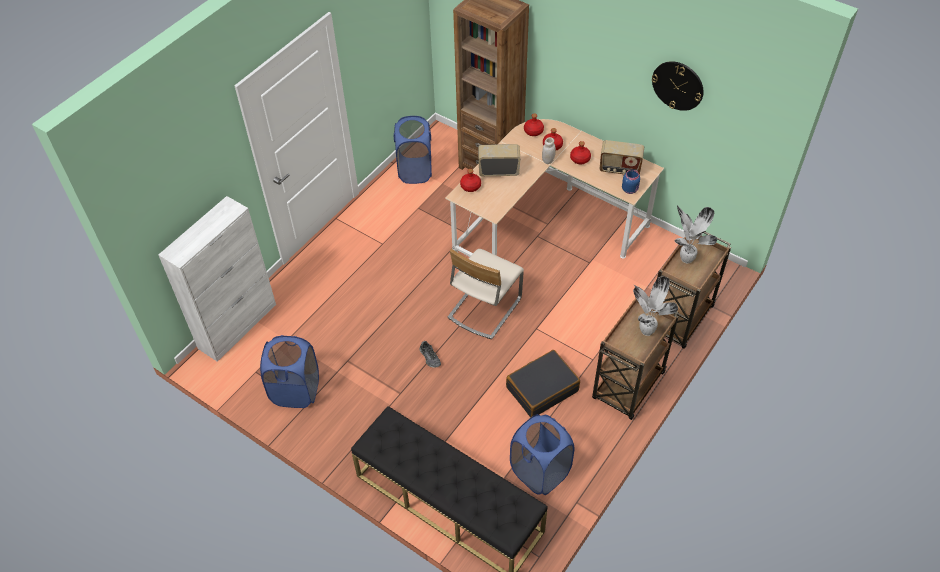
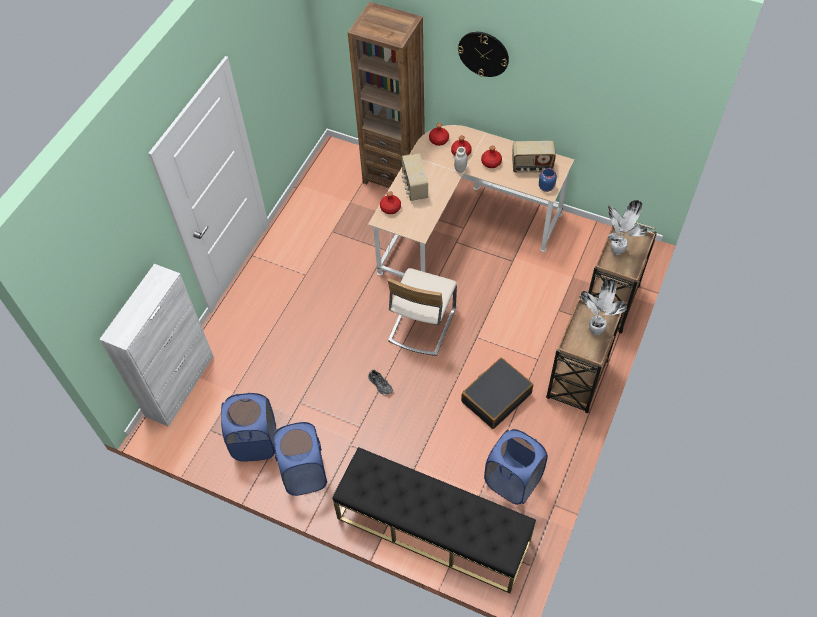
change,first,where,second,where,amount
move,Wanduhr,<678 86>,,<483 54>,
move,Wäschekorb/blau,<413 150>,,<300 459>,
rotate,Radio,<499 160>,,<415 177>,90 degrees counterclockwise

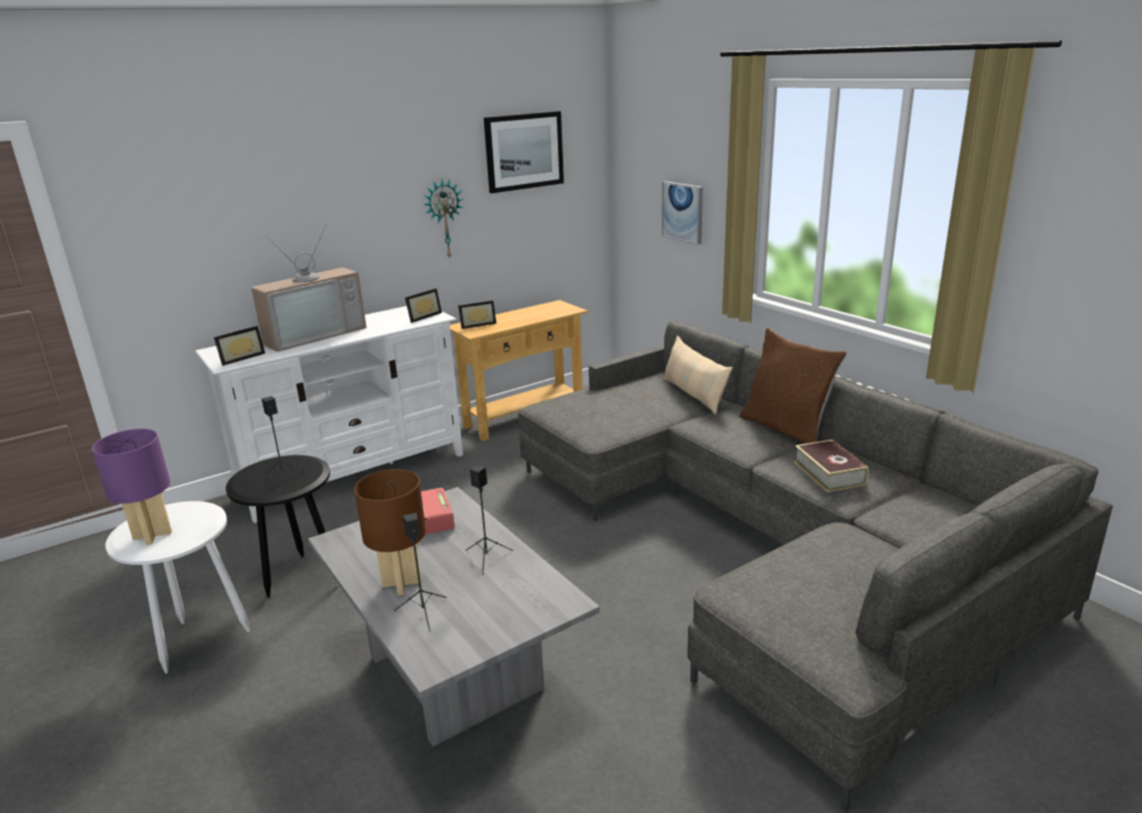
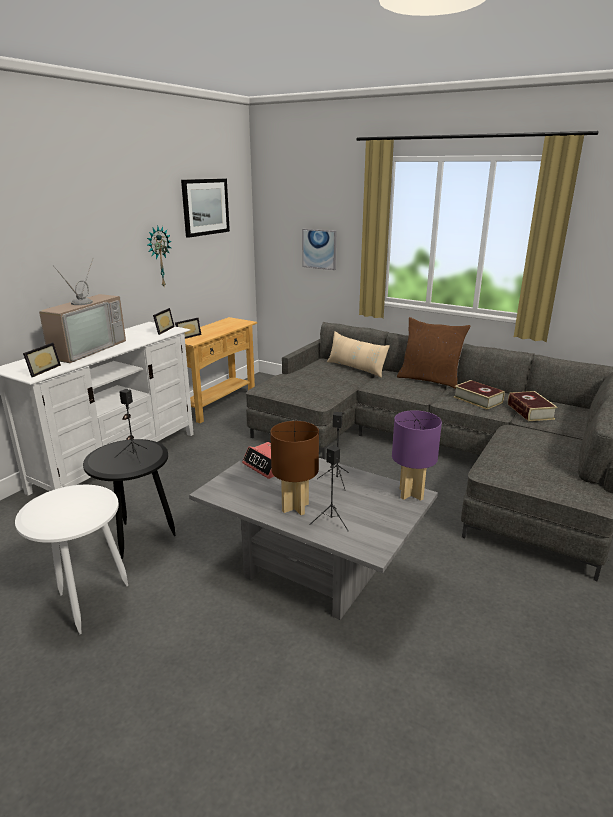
change,first,where,second,where,amount
move,Tischlampe/lila,<132 487>,,<417 455>,
insert,,,Buch,<533 406>,

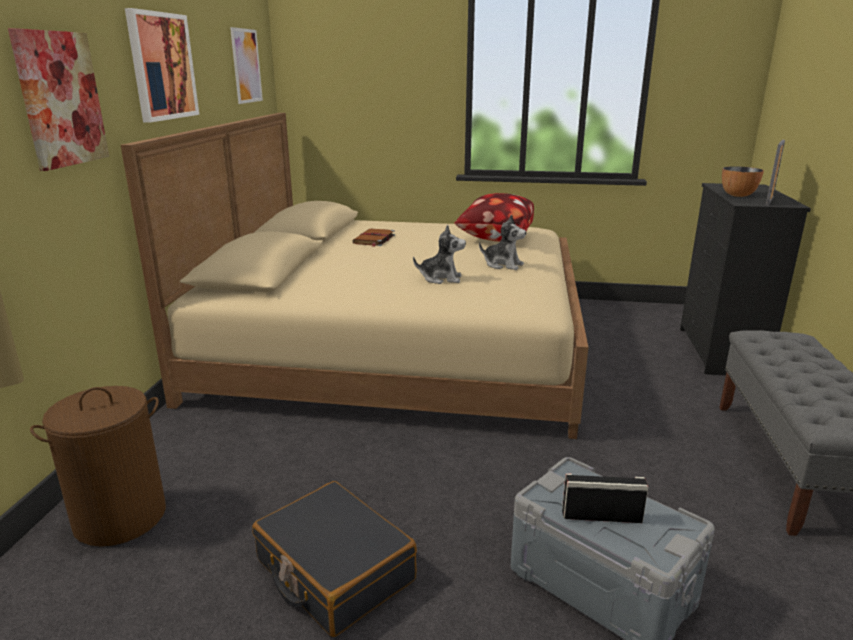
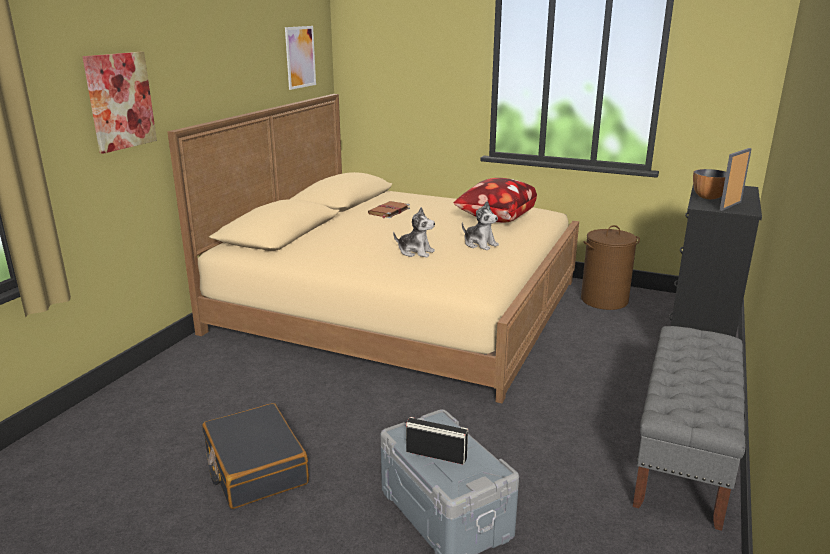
change,first,where,second,where,amount
delete,Bild,<162 65>,,,
move,Wäschekorb/braun,<98 466>,,<610 267>,

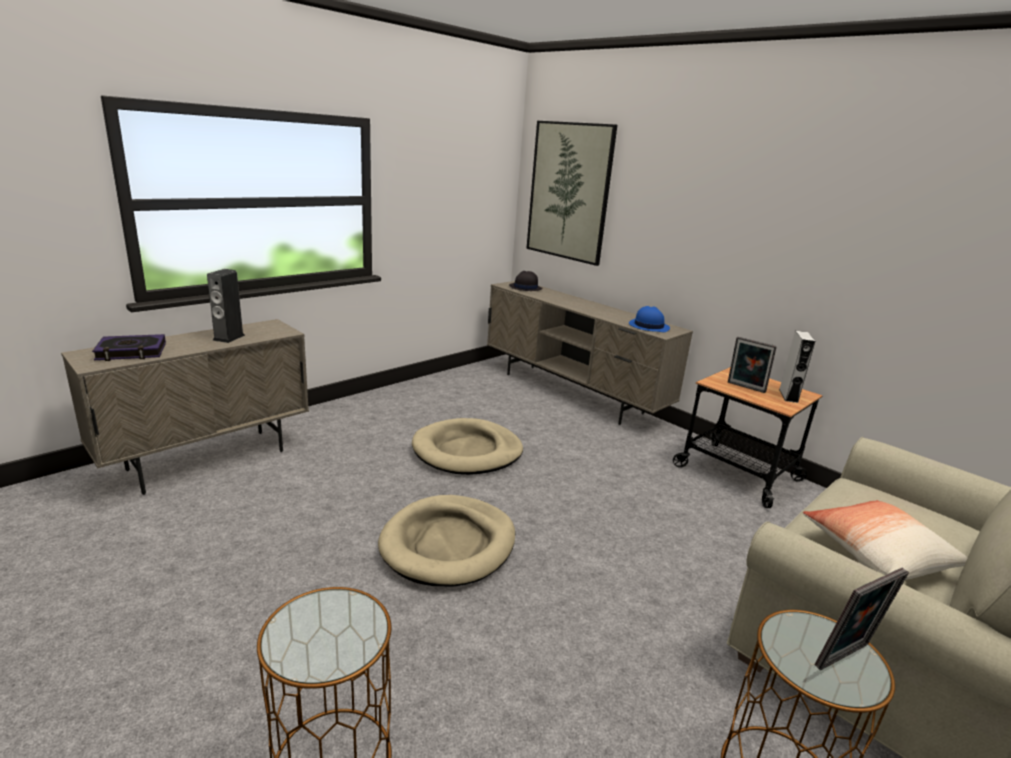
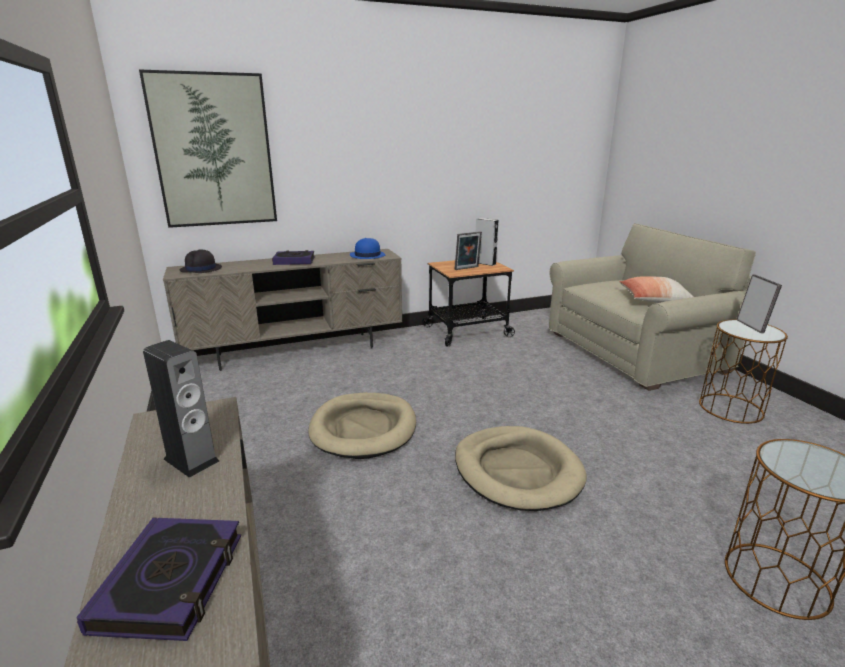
change,first,where,second,where,amount
insert,,,Buch,<293 257>,

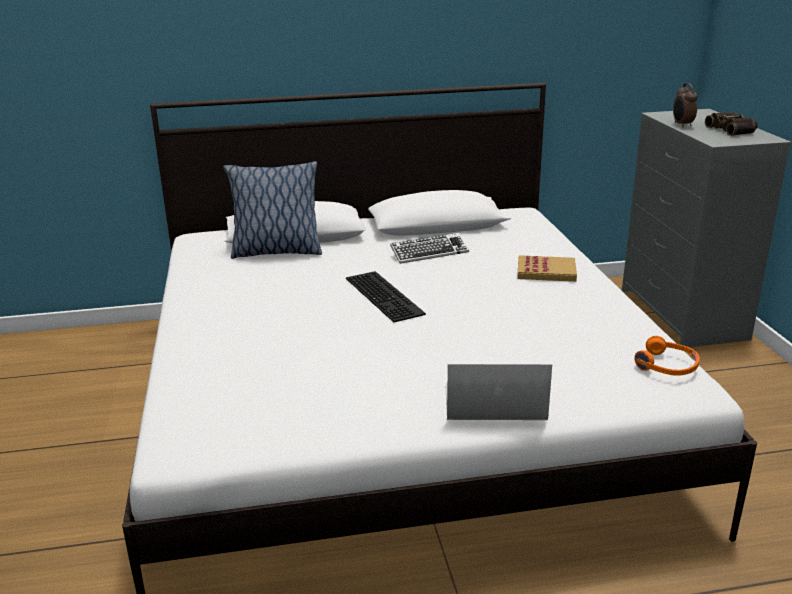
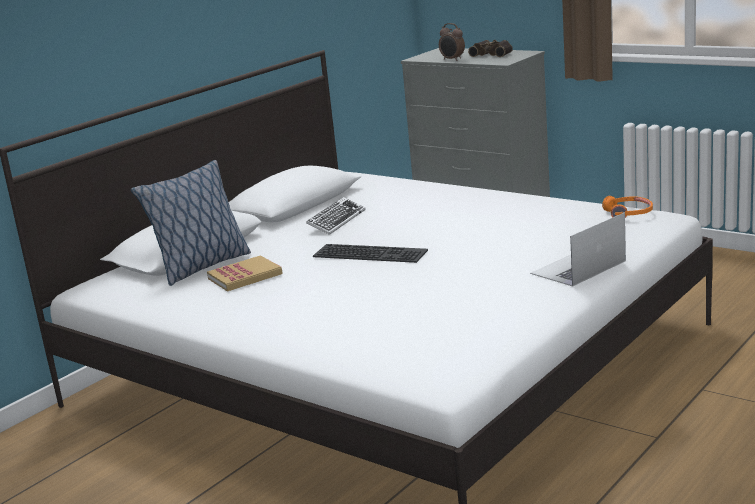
change,first,where,second,where,amount
move,Buch,<547 268>,,<244 273>,

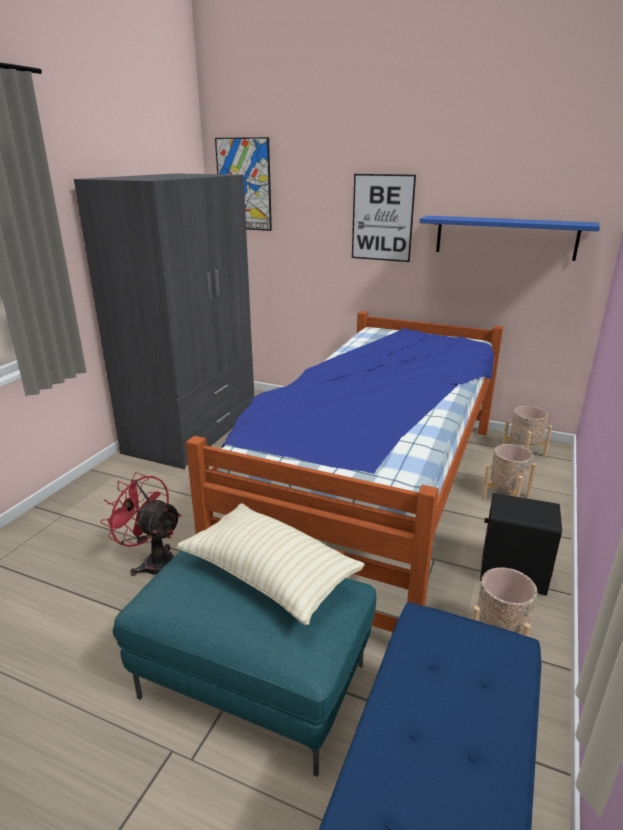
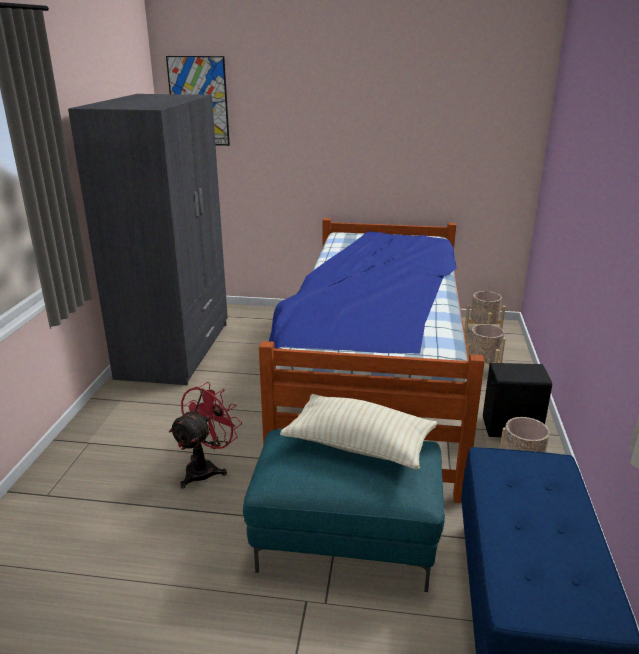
change,first,where,second,where,amount
delete,Bild,<384 218>,,,
delete,Wandregal/blau,<509 238>,,,
rotate,Ventilator/rot,<140 524>,,<205 435>,105 degrees clockwise

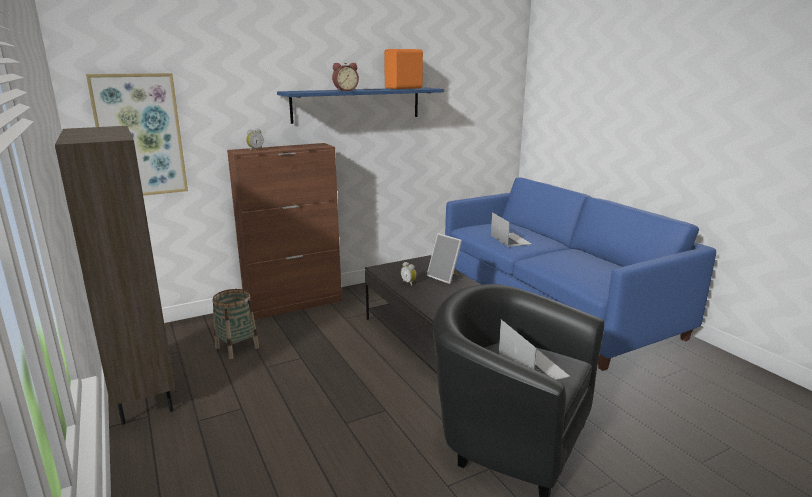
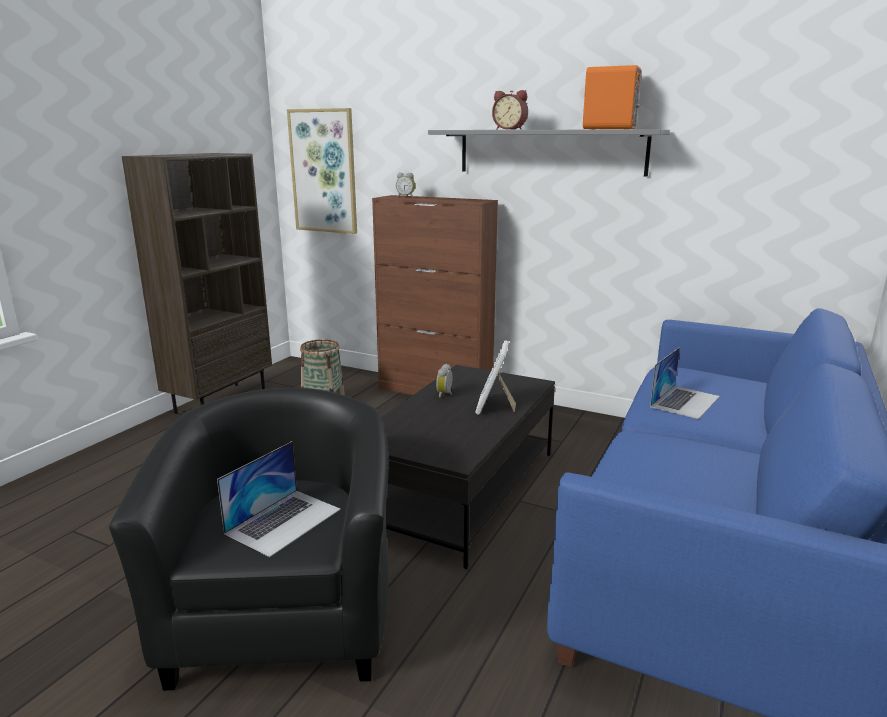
change,first,where,second,where,amount
recolor,Wandregal/blau,<360 105>,Wandregal/grau,<549 153>,

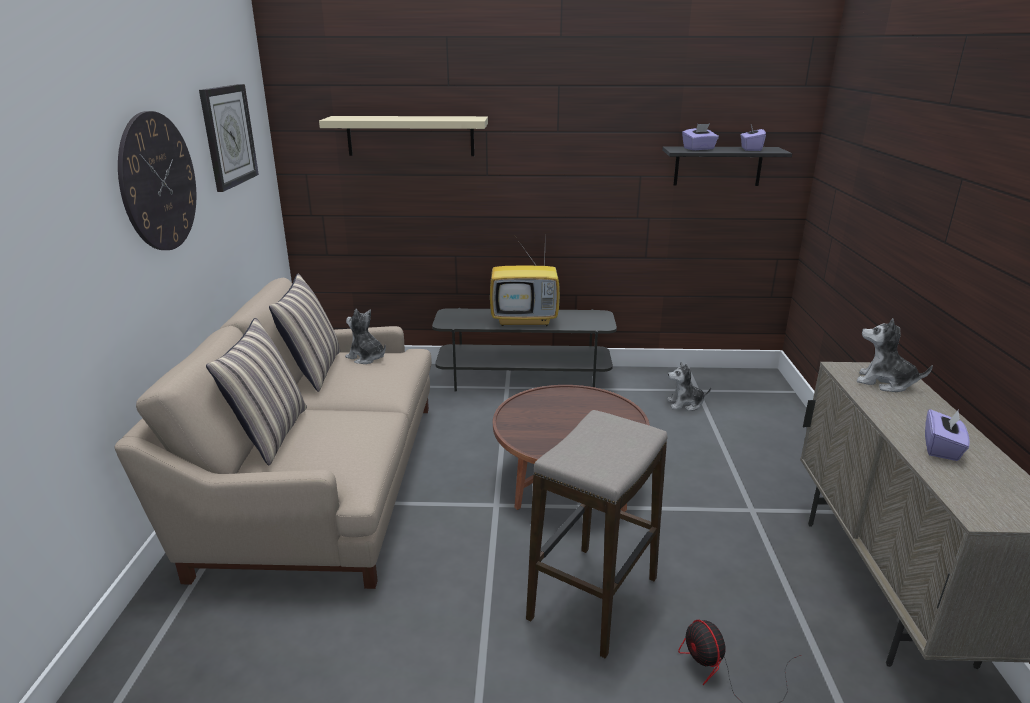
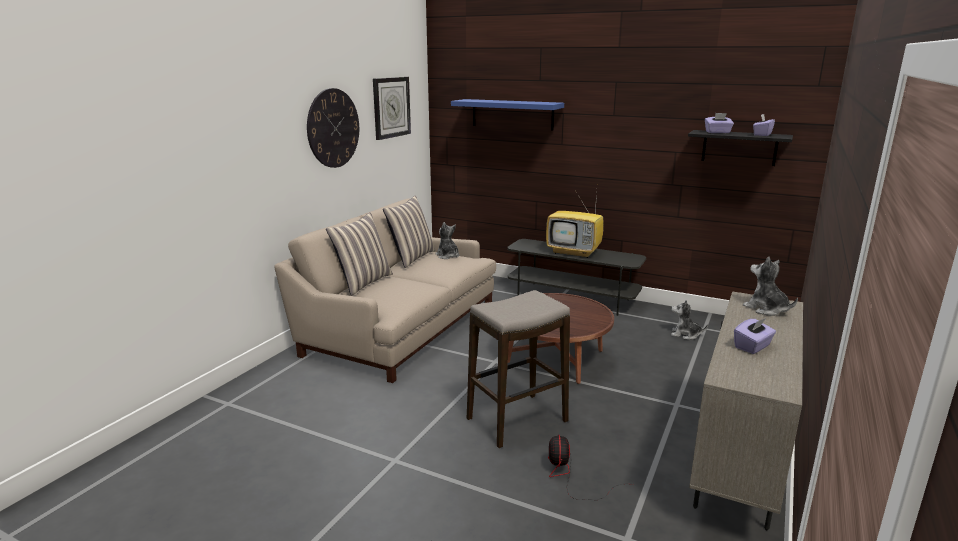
change,first,where,second,where,amount
recolor,Wandregal/beige,<403 136>,Wandregal/blau,<507 114>,

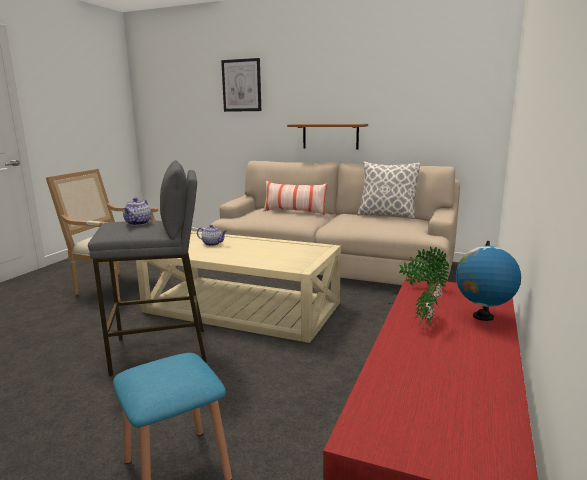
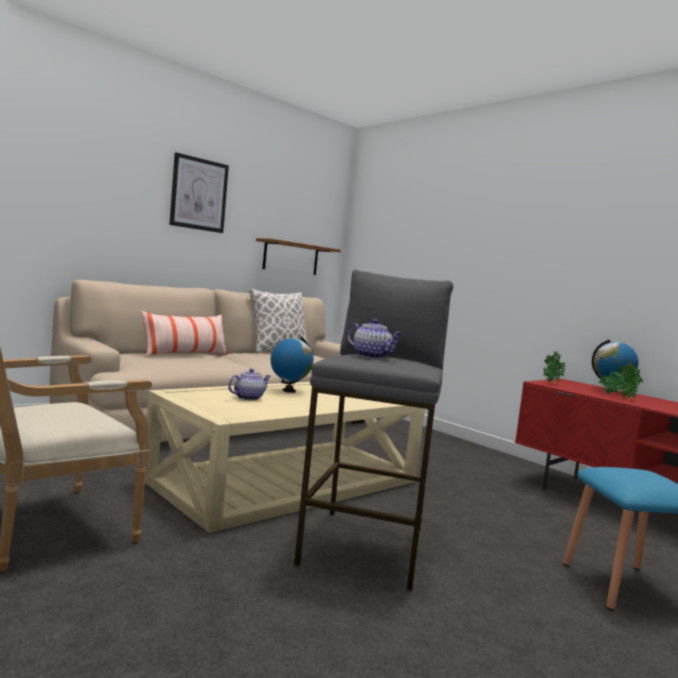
change,first,where,second,where,amount
move,Bild,<241 85>,,<199 192>,
move,Wandregal/braun,<327 136>,,<298 256>,
insert,,,Globus,<292 365>,

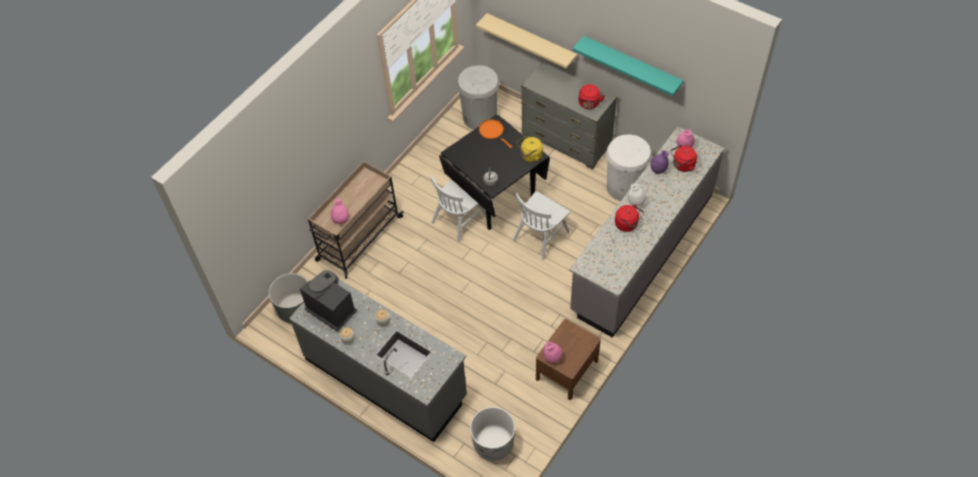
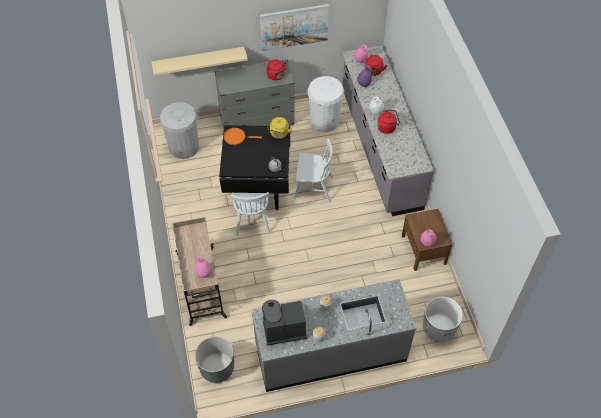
change,first,where,second,where,amount
replace,Wandregal/türkis,<628 66>,Bild,<294 27>,
rotate,Stuhl/weiß,<541 225>,,<313 170>,75 degrees counterclockwise

